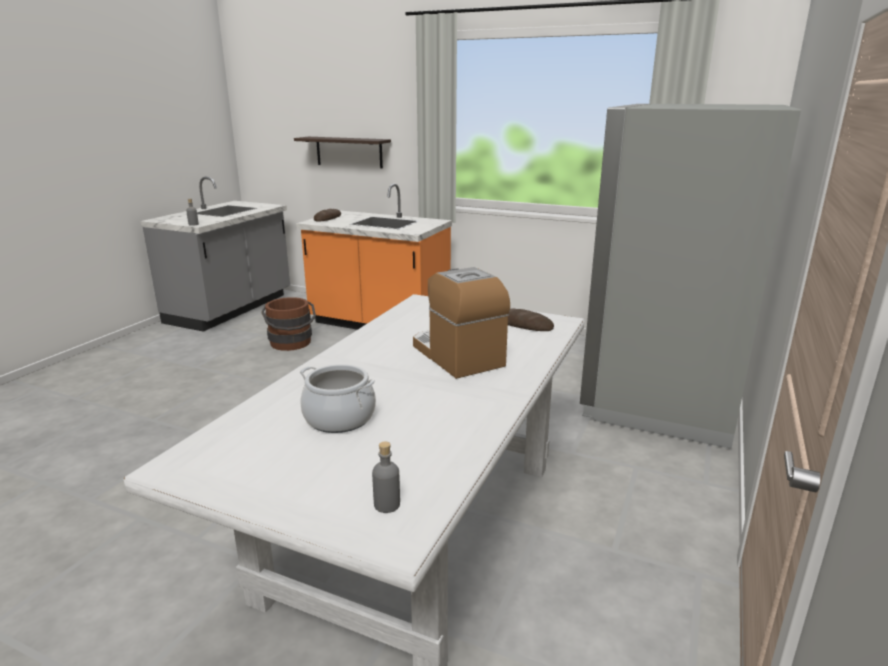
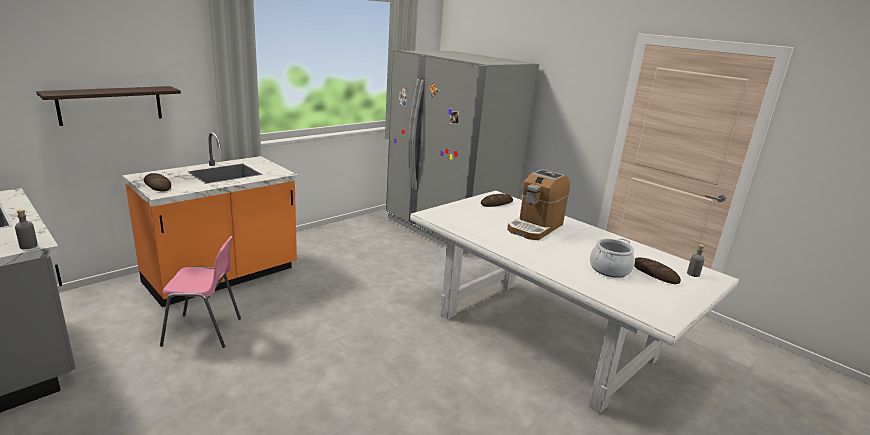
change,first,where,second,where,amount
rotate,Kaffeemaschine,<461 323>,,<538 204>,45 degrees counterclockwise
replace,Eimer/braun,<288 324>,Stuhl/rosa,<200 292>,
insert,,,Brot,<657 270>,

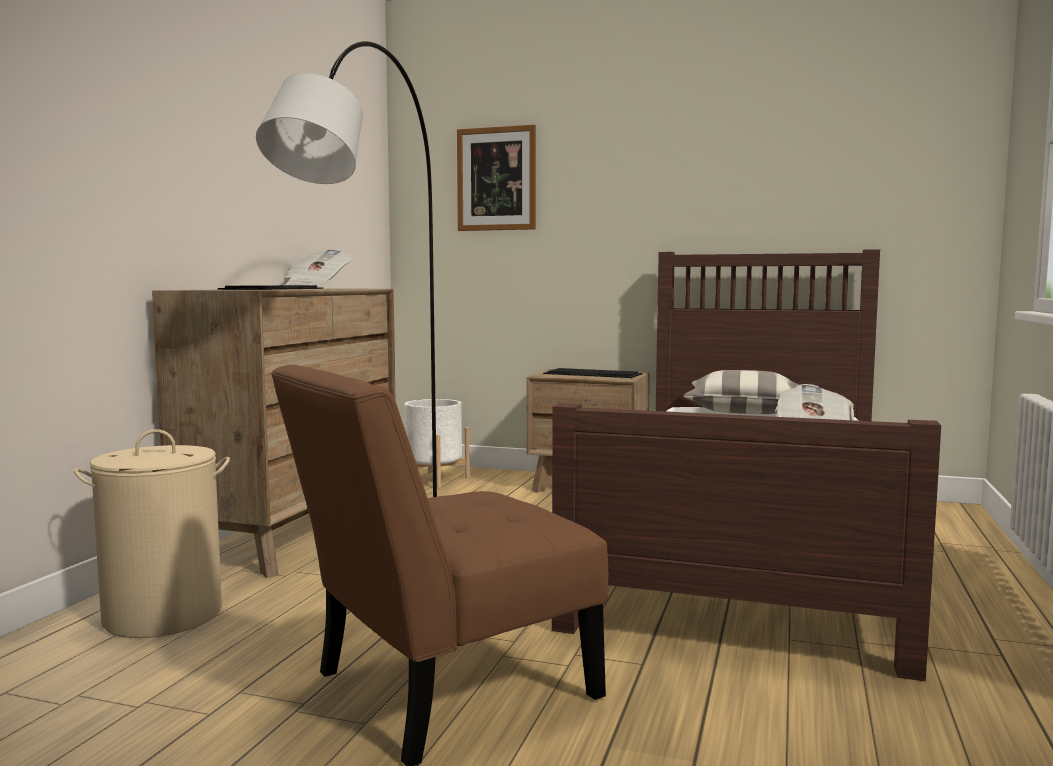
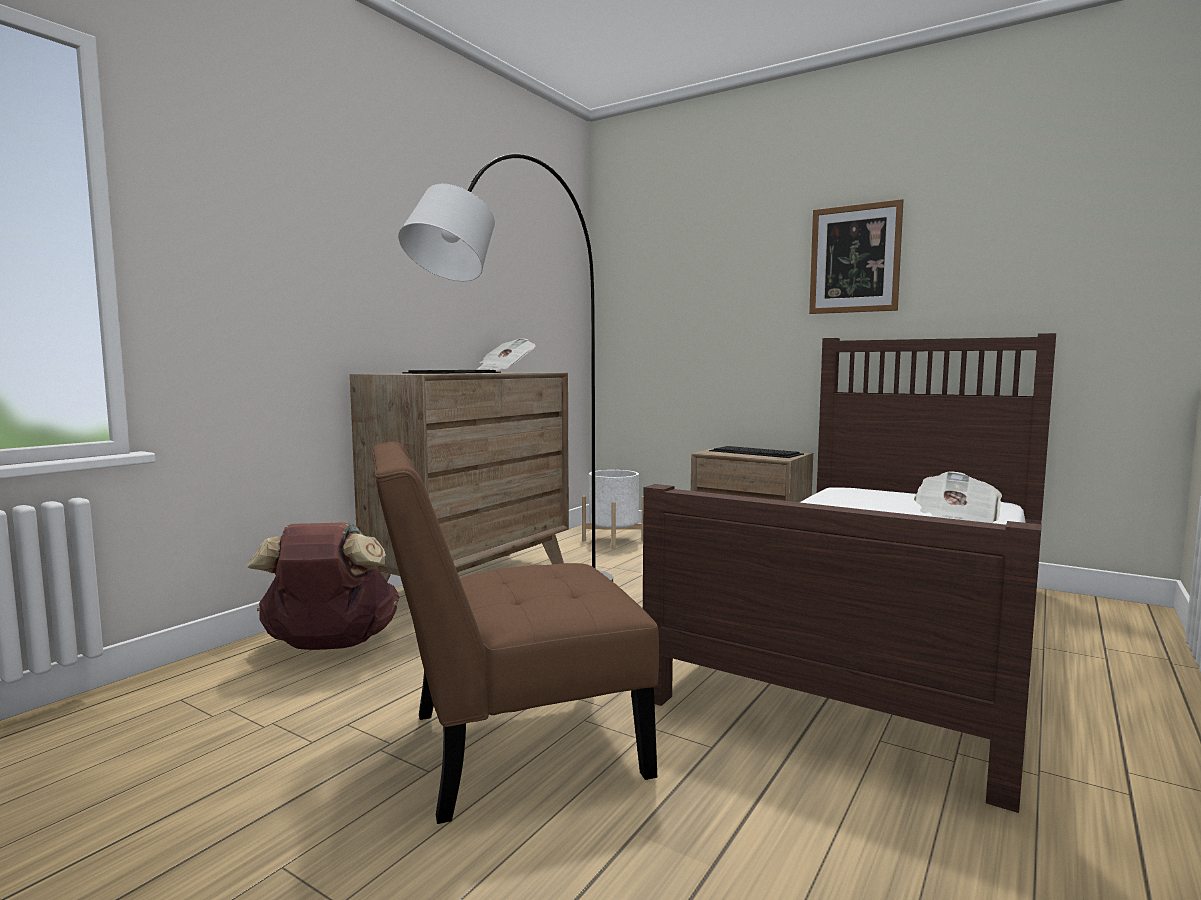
change,first,where,second,where,amount
move,Bild,<496 178>,,<856 256>,
delete,Kissen,<741 392>,,,
replace,Wäschekorb/beige,<152 533>,Rucksack/braun,<323 586>,

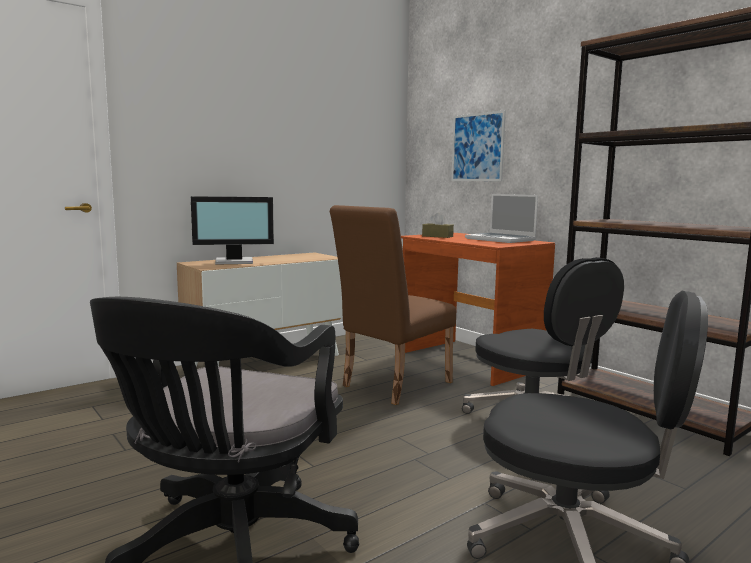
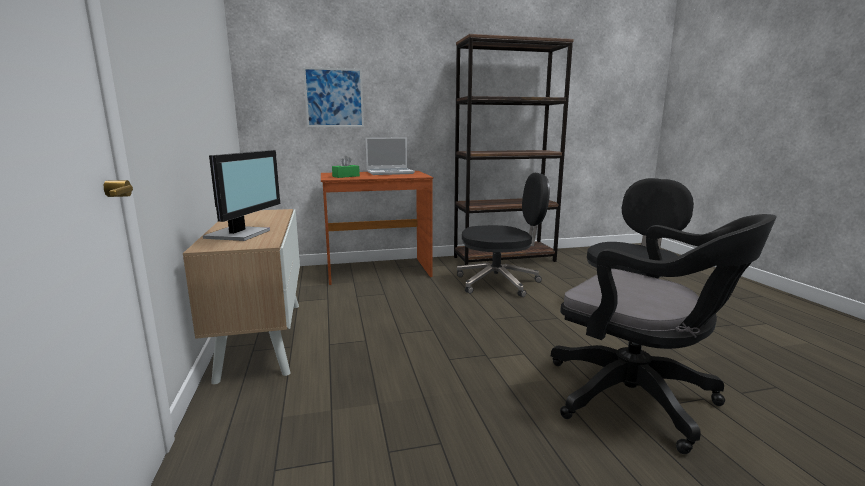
change,first,where,second,where,amount
delete,Stuhl/braun,<392 305>,,,
recolor,Taschentuchbox/braun,<438 225>,Taschentuchbox/grün,<346 167>,

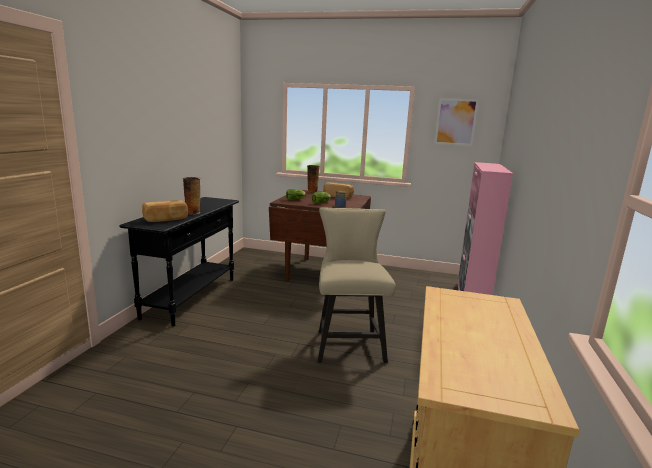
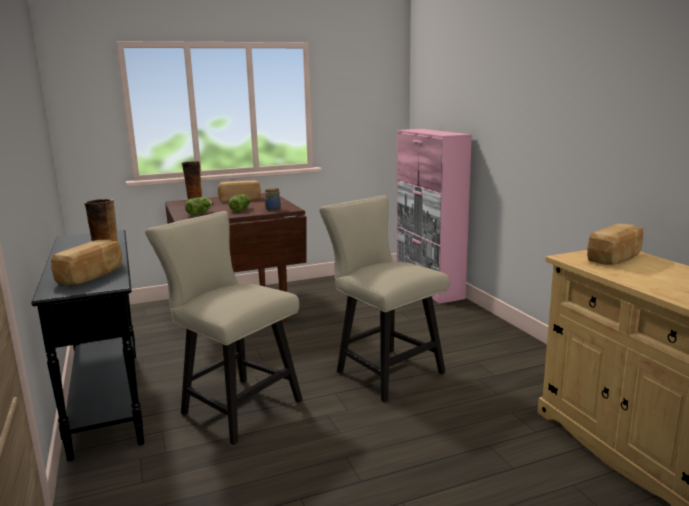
change,first,where,second,where,amount
delete,Bild,<456 122>,,,
insert,,,Stuhl/beige,<224 328>,
insert,,,Brot,<615 244>,

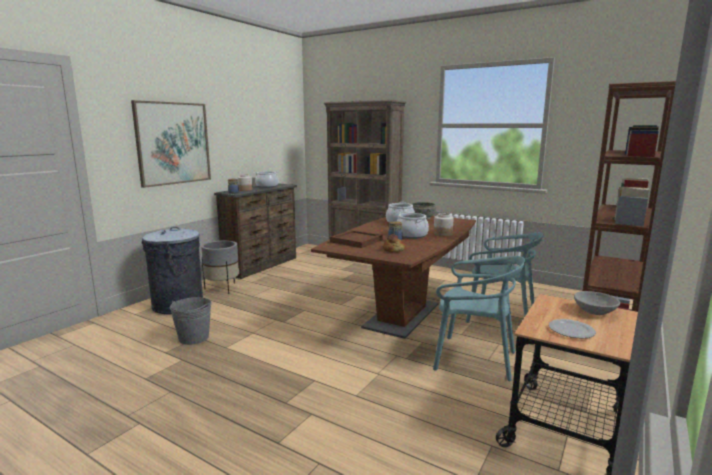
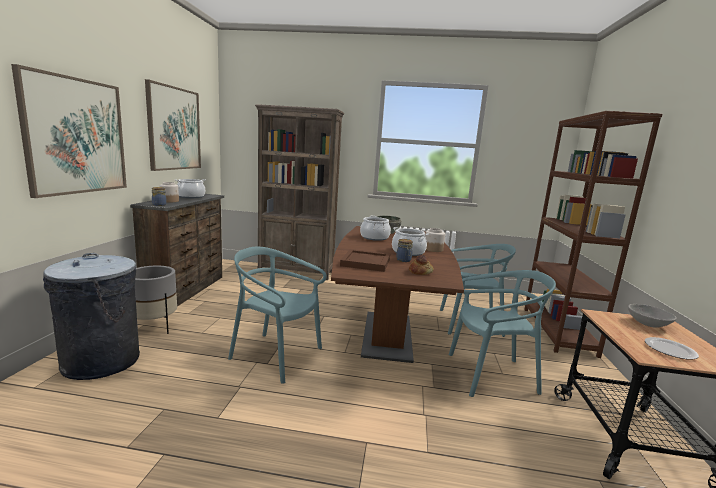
change,first,where,second,where,amount
delete,Eimer/grau,<190 321>,,,
insert,,,Bild,<173 125>,
insert,,,Stuhl/türkis,<277 315>,

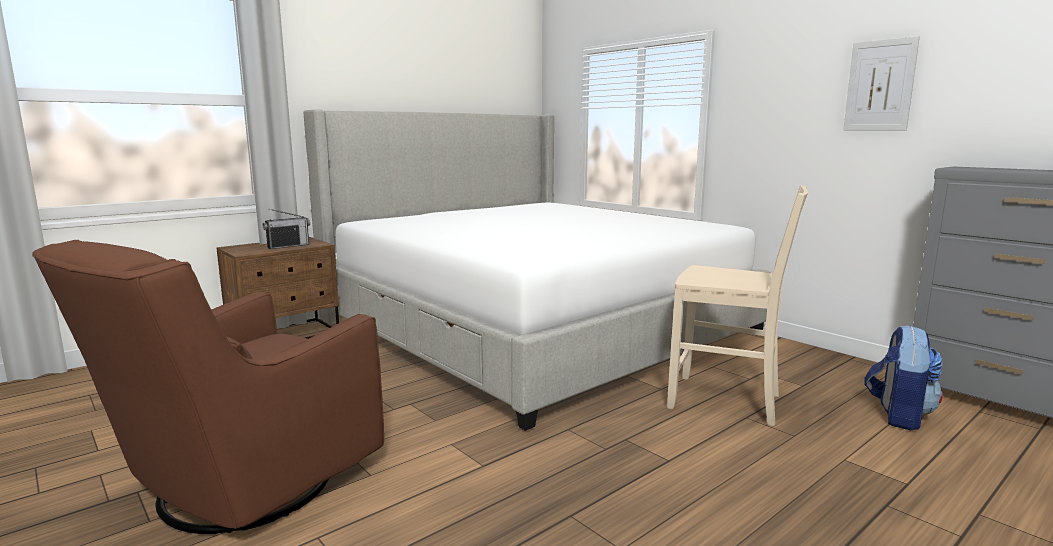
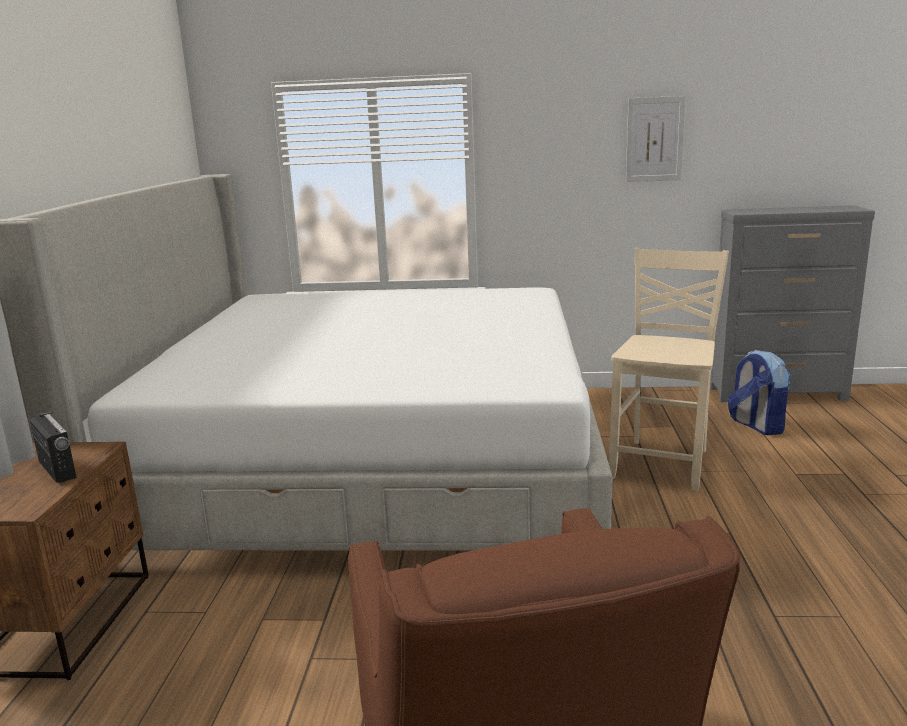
change,first,where,second,where,amount
rotate,Stuhl/beige,<737 305>,,<669 370>,45 degrees counterclockwise
rotate,Radio,<286 229>,,<53 447>,45 degrees counterclockwise

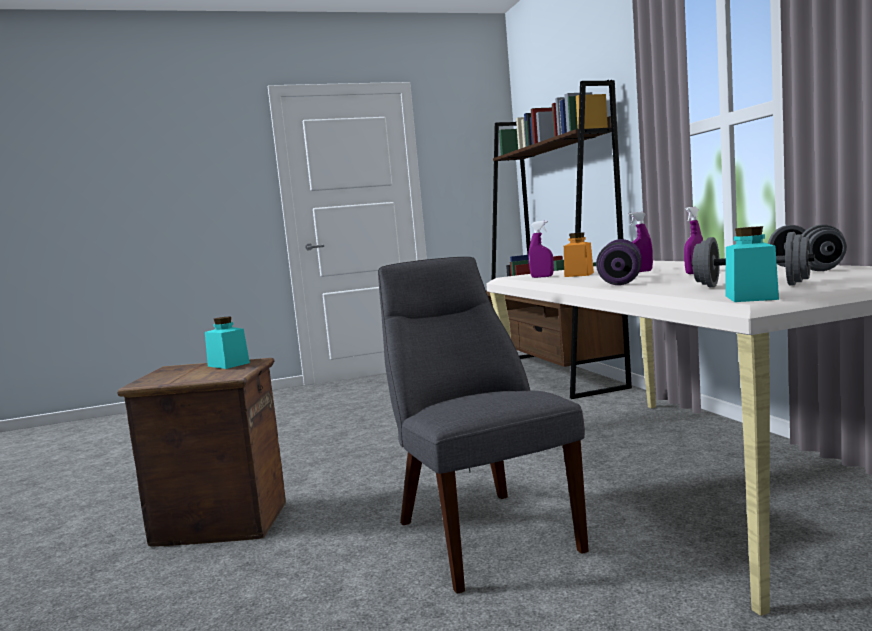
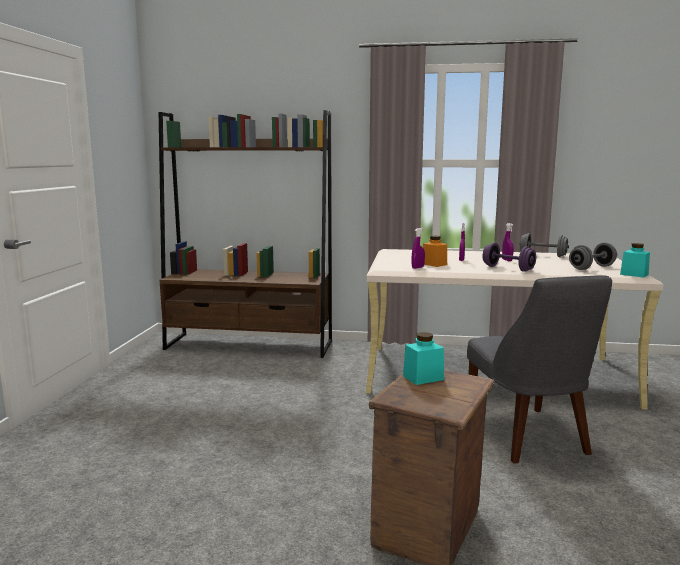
change,first,where,second,where,amount
rotate,Stuhl/grau,<483 425>,,<539 369>,105 degrees counterclockwise

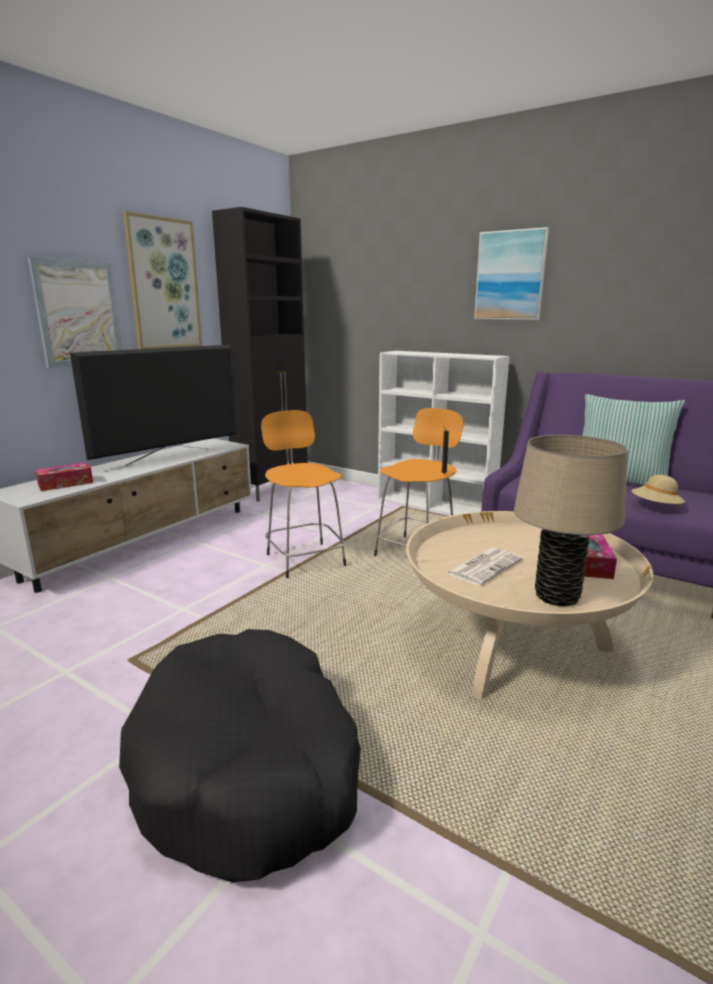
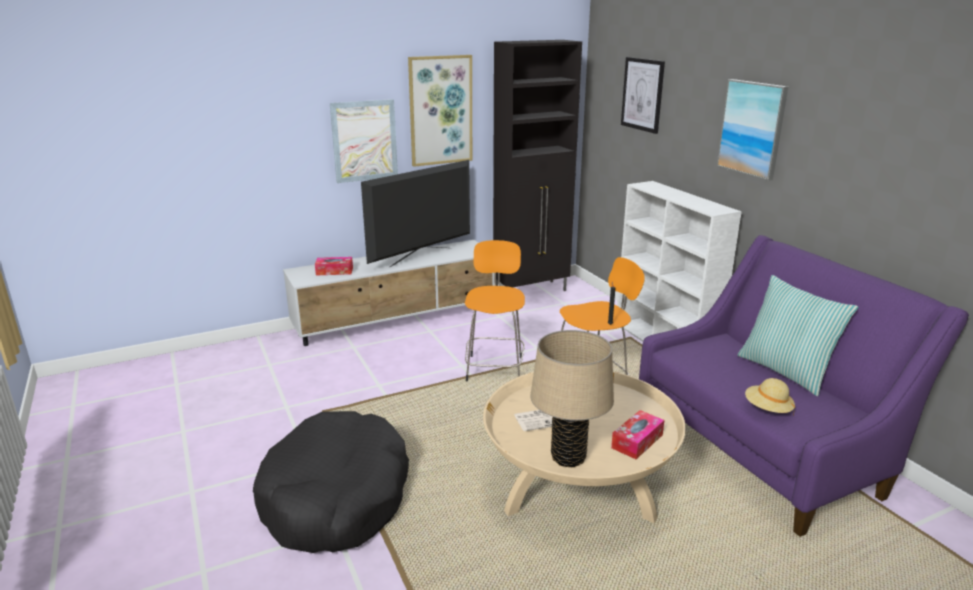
change,first,where,second,where,amount
rotate,Fernseher,<154 406>,,<415 213>,150 degrees clockwise
insert,,,Bild,<643 95>,

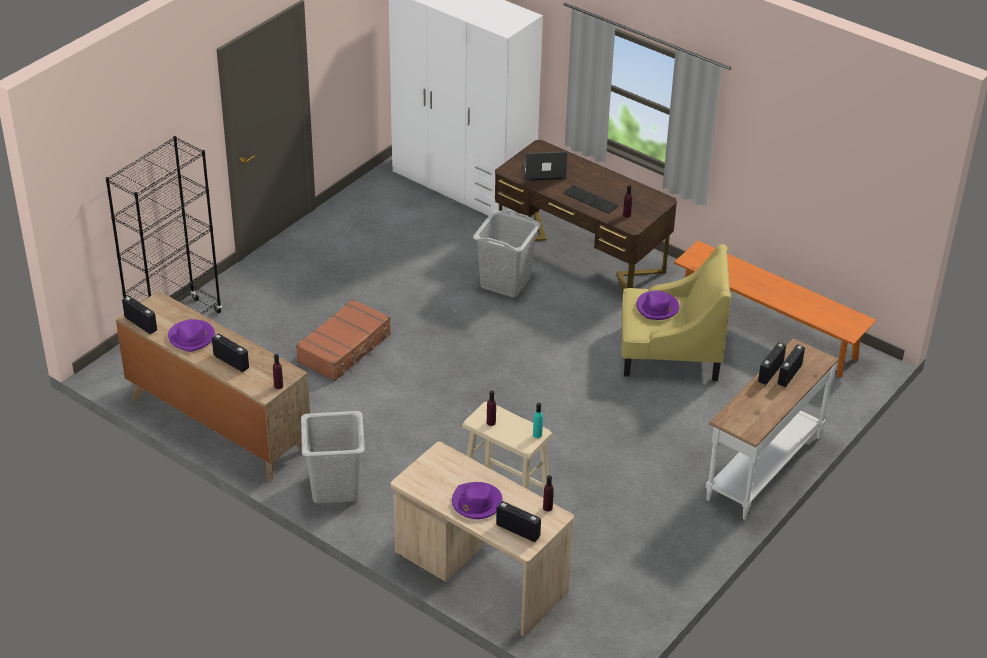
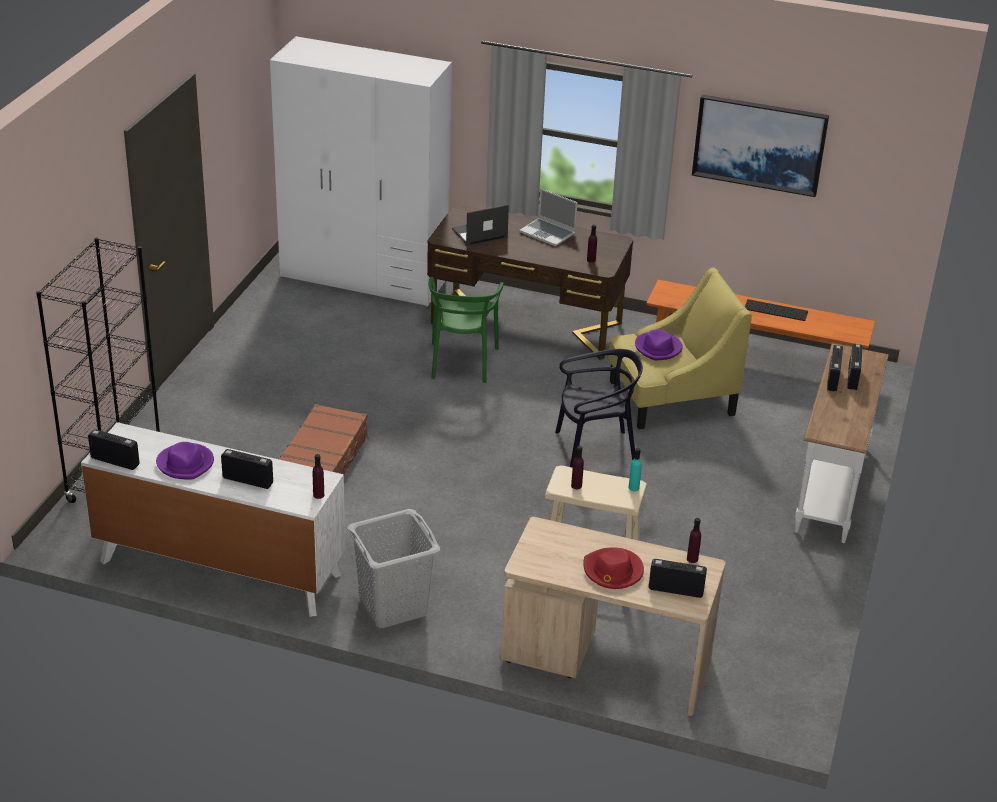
change,first,where,second,where,amount
move,Tastatur,<590 199>,,<776 310>,
replace,Wäschekorb/grau,<507 253>,Stuhl/grün,<466 330>,
recolor,Kommode/braun,<213 386>,Kommode/weiß,<213 519>,
recolor,Hut/lila,<477 500>,Hut/rot,<614 568>,
insert,,,Bild,<760 145>,
insert,,,Laptop,<548 217>,
insert,,,Stuhl/schwarz,<599 408>,

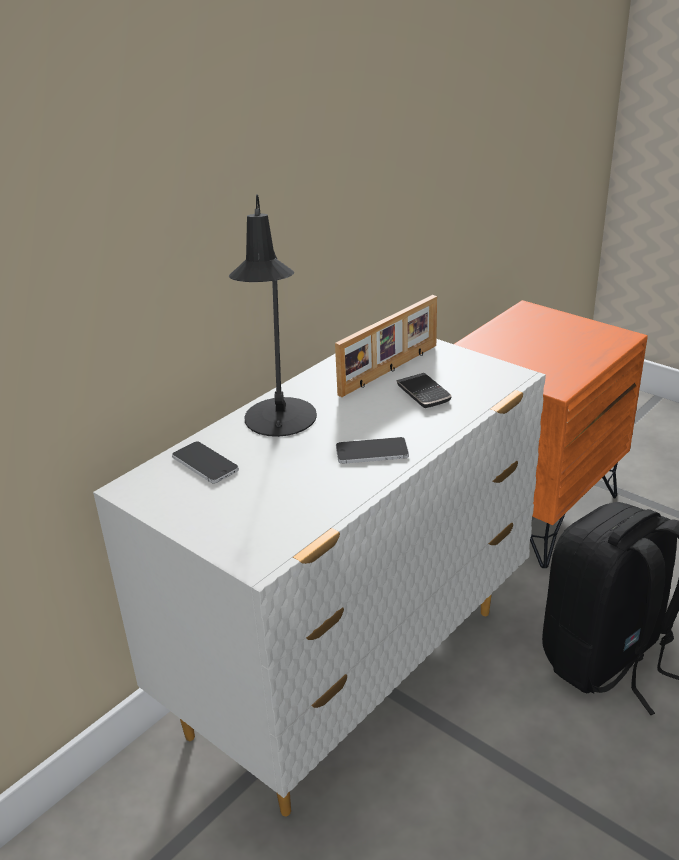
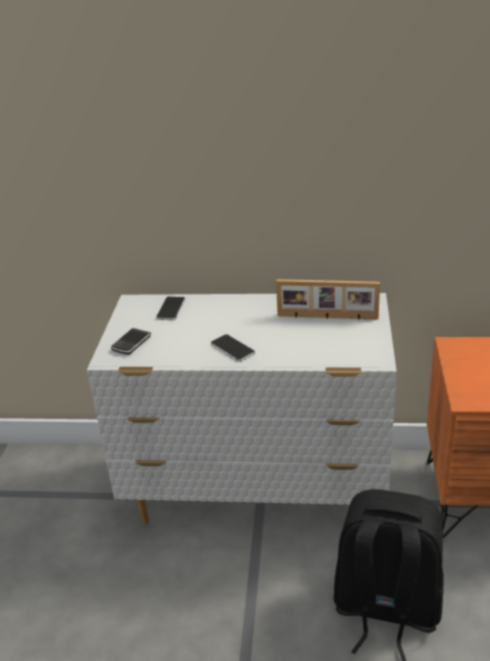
change,first,where,second,where,amount
delete,Tischlampe/schwarz,<273 315>,,,
move,Handy,<424 390>,,<131 341>,

